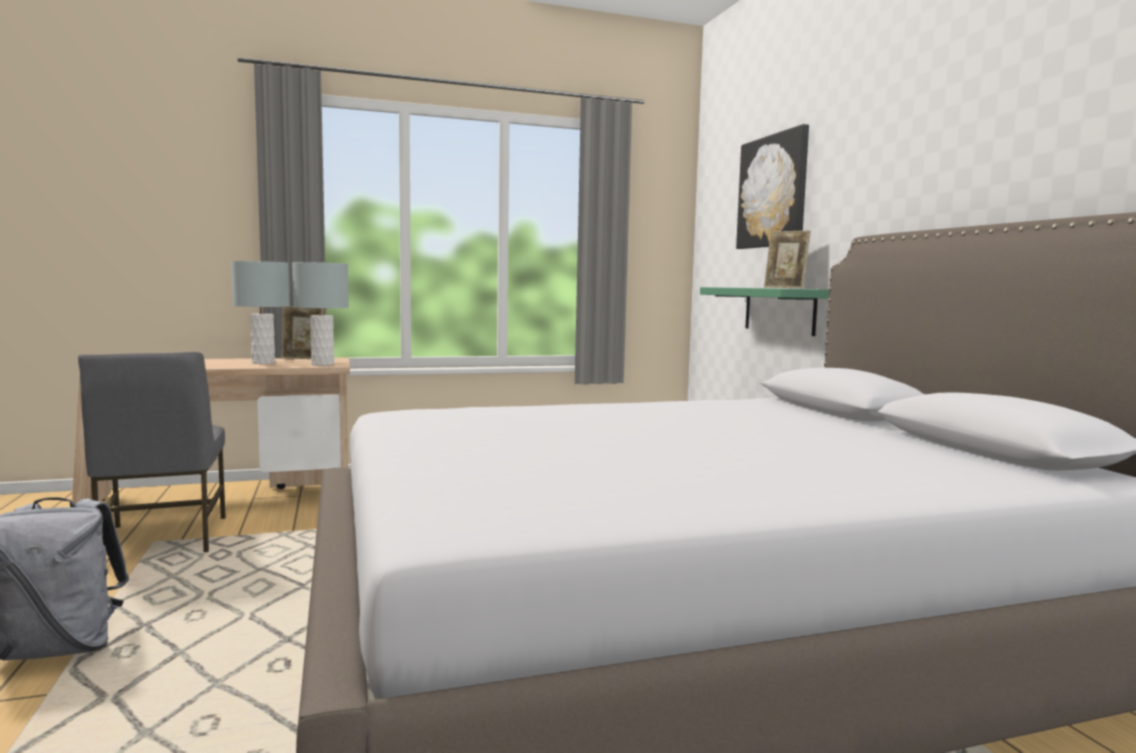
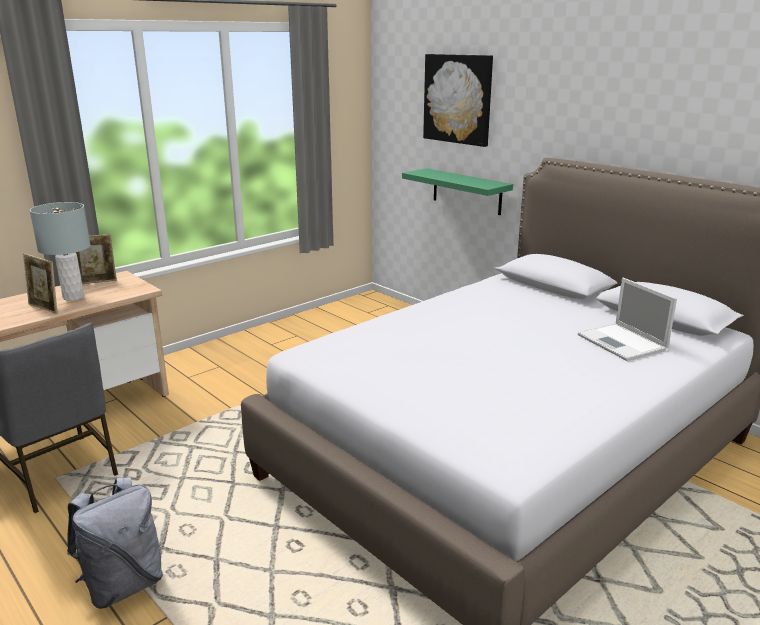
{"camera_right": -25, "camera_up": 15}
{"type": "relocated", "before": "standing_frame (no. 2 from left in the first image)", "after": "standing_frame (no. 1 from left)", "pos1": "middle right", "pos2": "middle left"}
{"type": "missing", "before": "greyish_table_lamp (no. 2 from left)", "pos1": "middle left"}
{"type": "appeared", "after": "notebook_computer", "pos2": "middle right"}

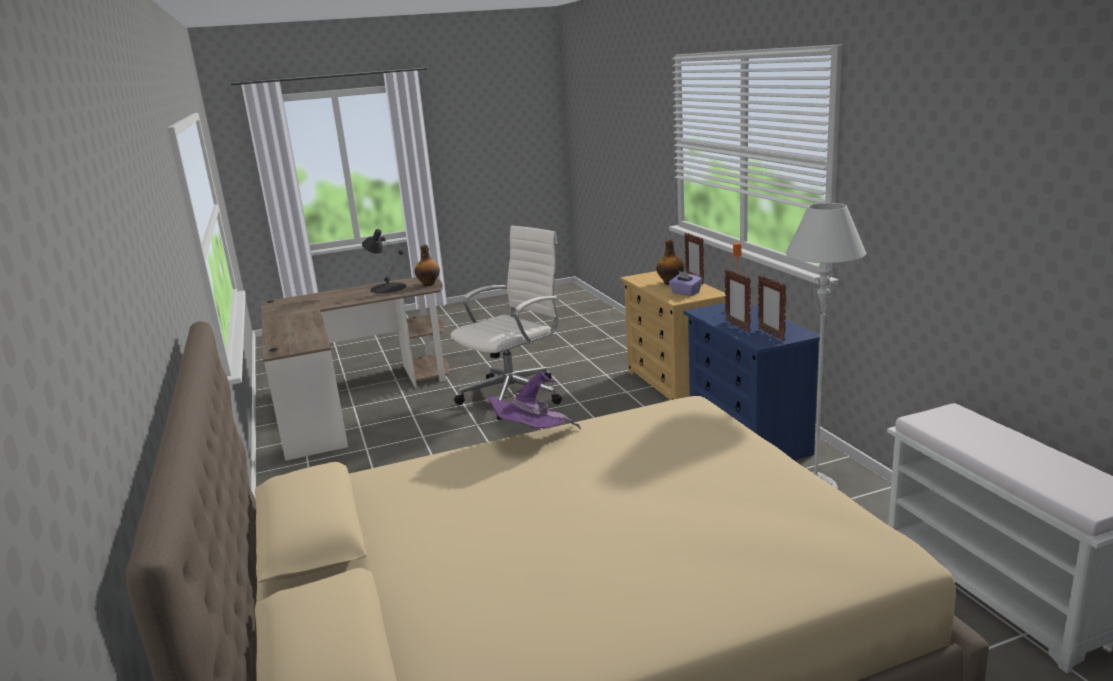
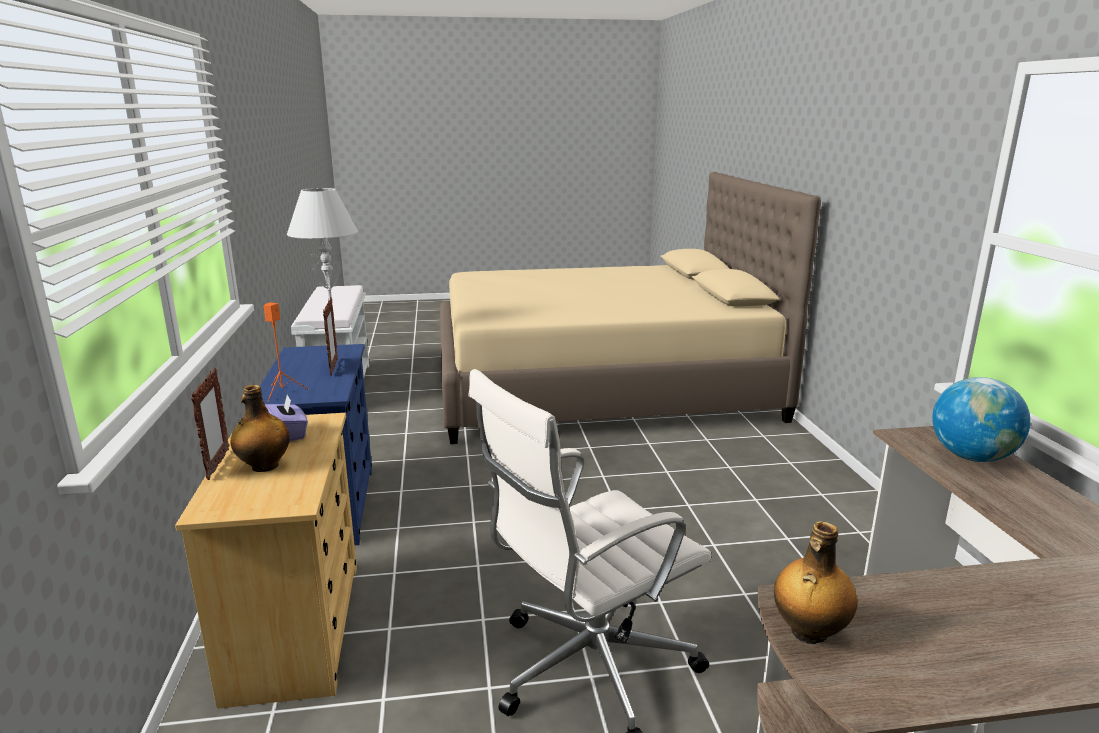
{"camera_right": -170, "camera_up": 0}
{"type": "missing", "before": "blackish_table_lamp", "pos1": "centre"}
{"type": "missing", "before": "standing_frame (no. 3 from left)", "pos1": "middle right"}
{"type": "missing", "before": "purple-coloured_hat", "pos1": "centre"}
{"type": "appeared", "after": "world_globe", "pos2": "middle right"}

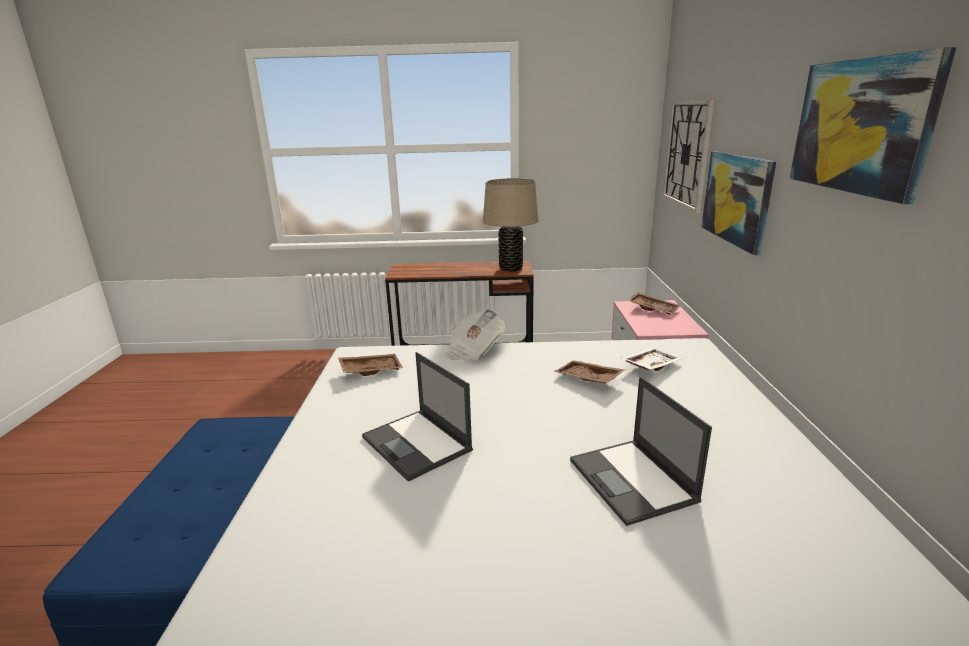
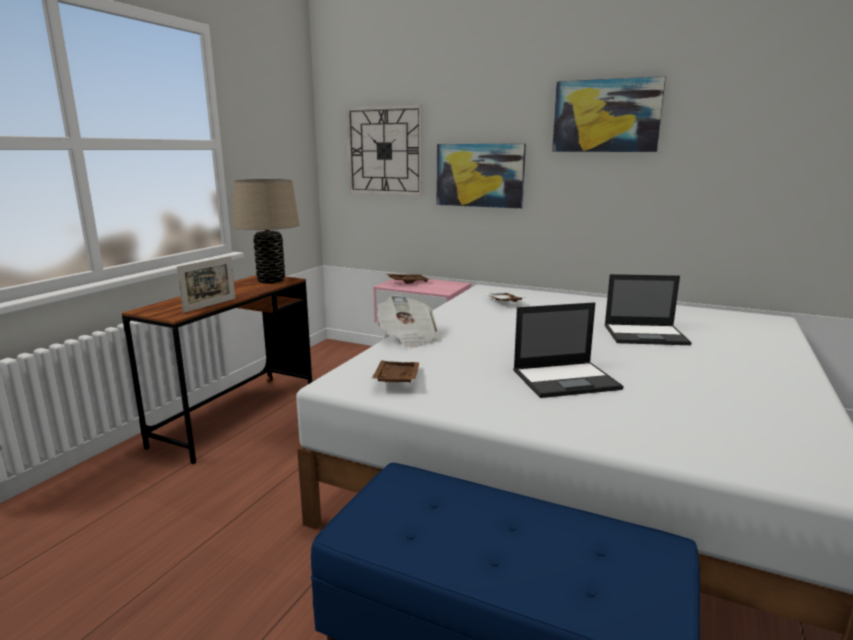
{"camera_right": -65, "camera_up": -5}
{"type": "missing", "before": "brown_carrying_tray (no. 2 from left)", "pos1": "centre"}
{"type": "appeared", "after": "standing_frame", "pos2": "middle left"}

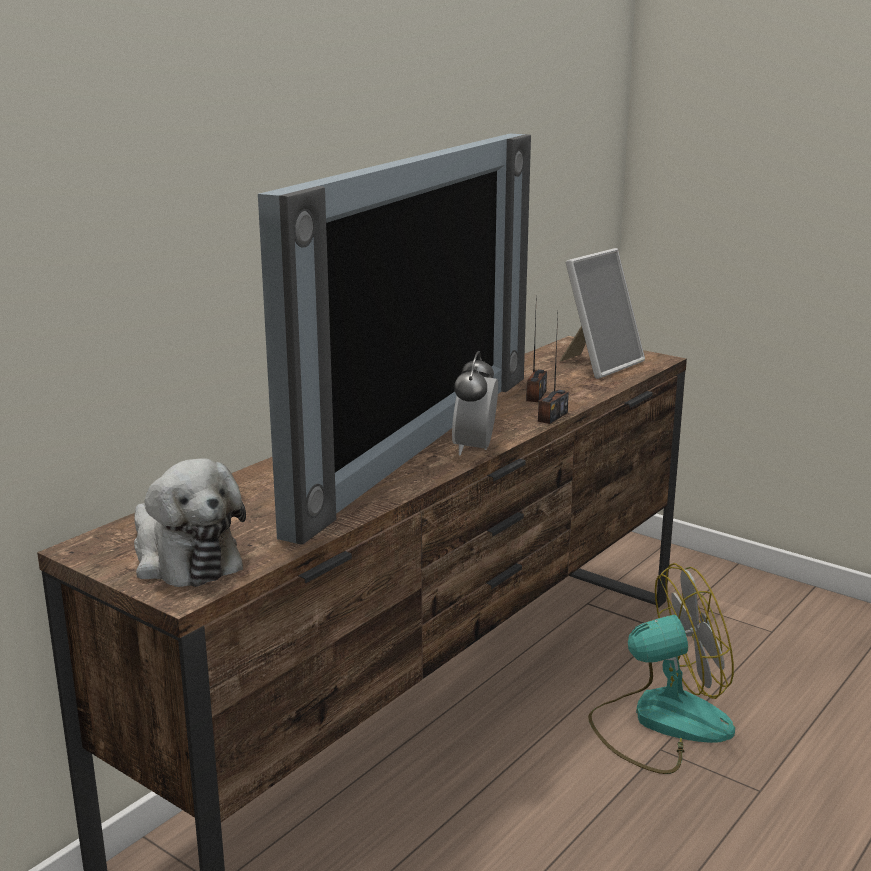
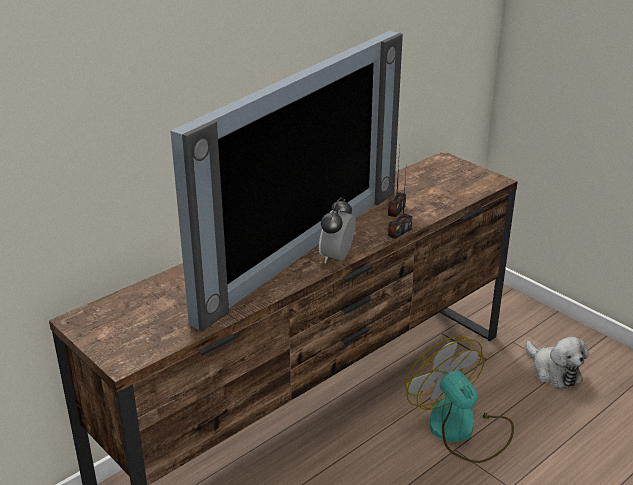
{"camera_right": 10, "camera_up": 10}
{"type": "missing", "before": "standing_frame", "pos1": "middle right"}
{"type": "relocated", "before": "soft_toy", "pos1": "middle left", "pos2": "bottom right"}
{"type": "spun", "before": "cooling_fan", "pos1": "bottom right", "pos2": "bottom right", "turn": -120}

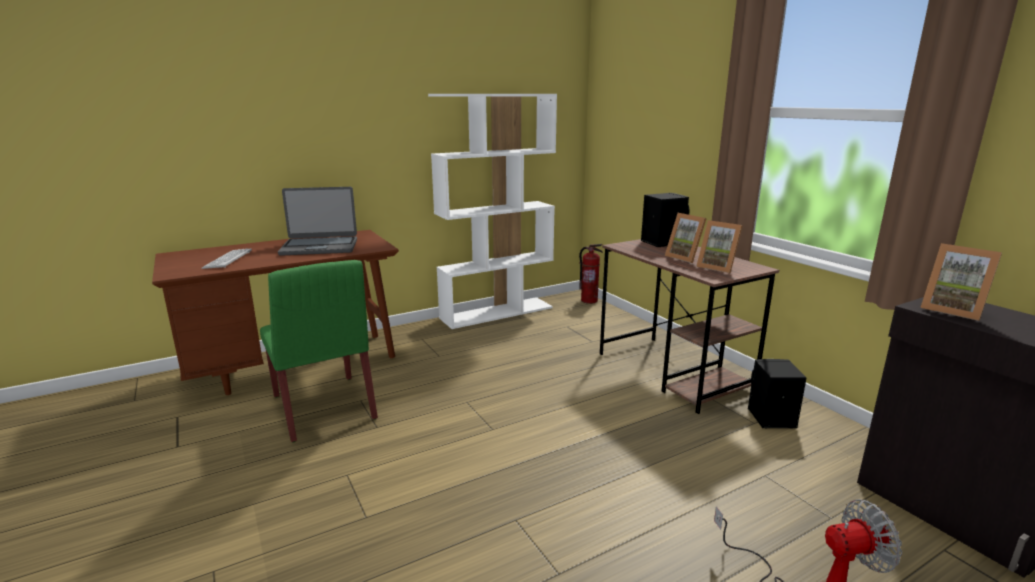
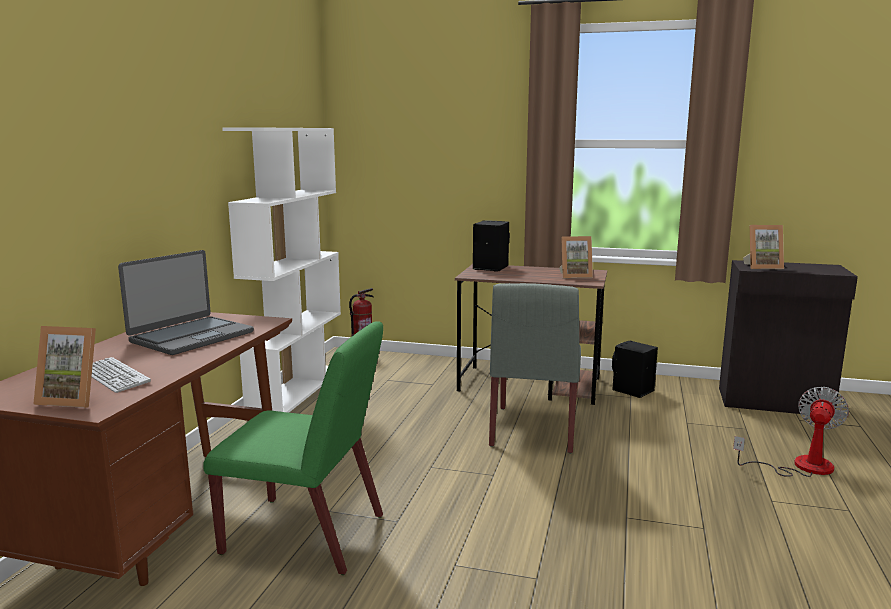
{"camera_right": -45, "camera_up": -5}
{"type": "relocated", "before": "standing_frame (no. 1 from left)", "pos1": "centre", "pos2": "middle left"}
{"type": "appeared", "after": "greyish_upright_chair", "pos2": "centre"}

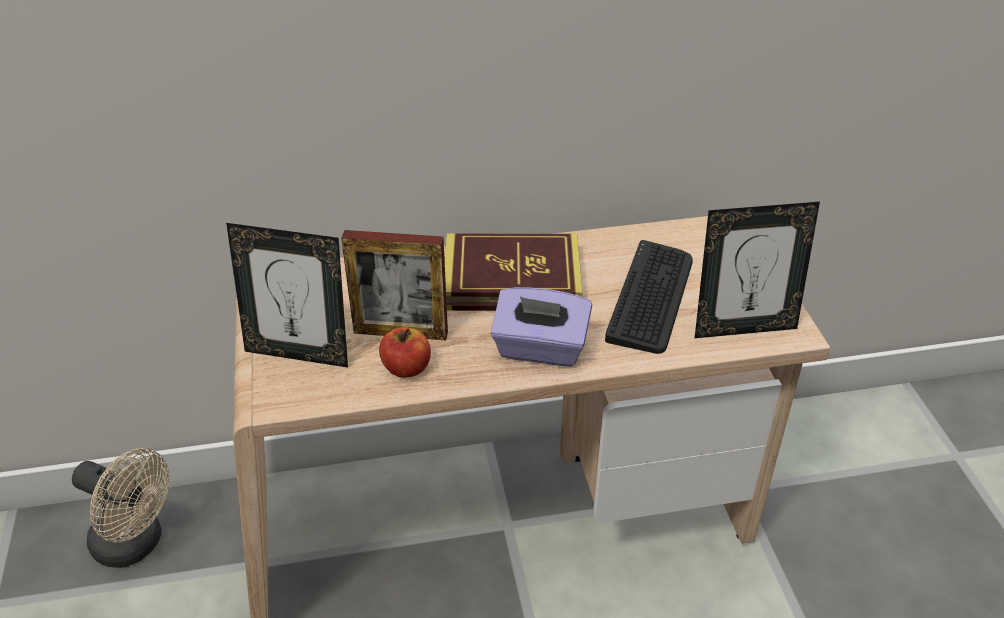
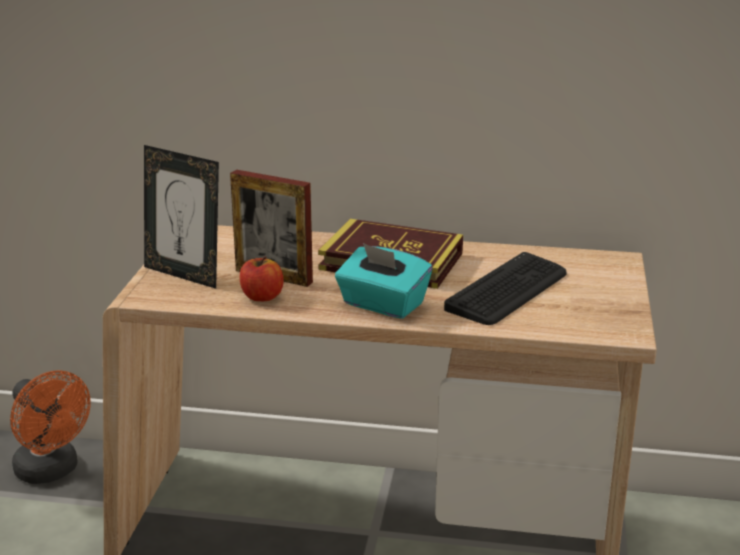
{"camera_right": 20, "camera_up": -15}
{"type": "missing", "before": "standing_frame (no. 3 from left)", "pos1": "middle right"}
{"type": "colour", "before": "purple-coloured_tissue_holder", "after": "turquoise_tissue_holder", "pos1": "centre", "pos2": "centre"}
{"type": "colour", "before": "sand-coloured_cooling_fan", "after": "orange-coloured_cooling_fan", "pos1": "bottom left", "pos2": "bottom left"}

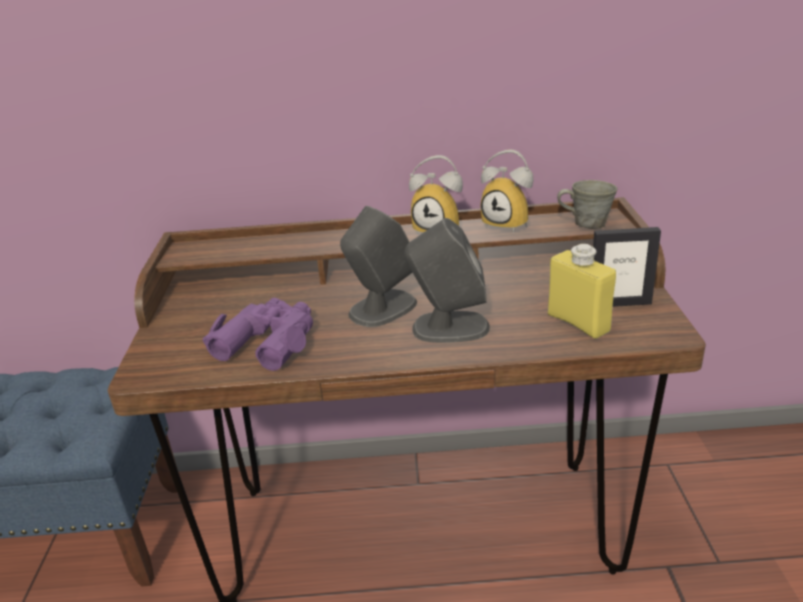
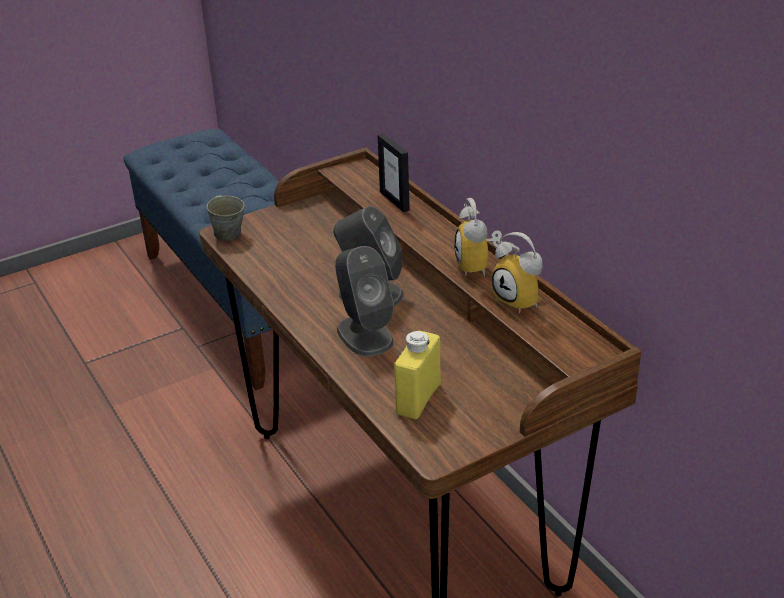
{"camera_right": 60, "camera_up": 5}
{"type": "spun", "before": "bedside_clock (no. 2 from left)", "pos1": "top centre", "pos2": "centre", "turn": -45}
{"type": "relocated", "before": "greyish_mug", "pos1": "middle right", "pos2": "middle left"}
{"type": "relocated", "before": "standing_frame", "pos1": "middle right", "pos2": "top centre"}
{"type": "missing", "before": "purple-coloured_field_glasses", "pos1": "middle left"}

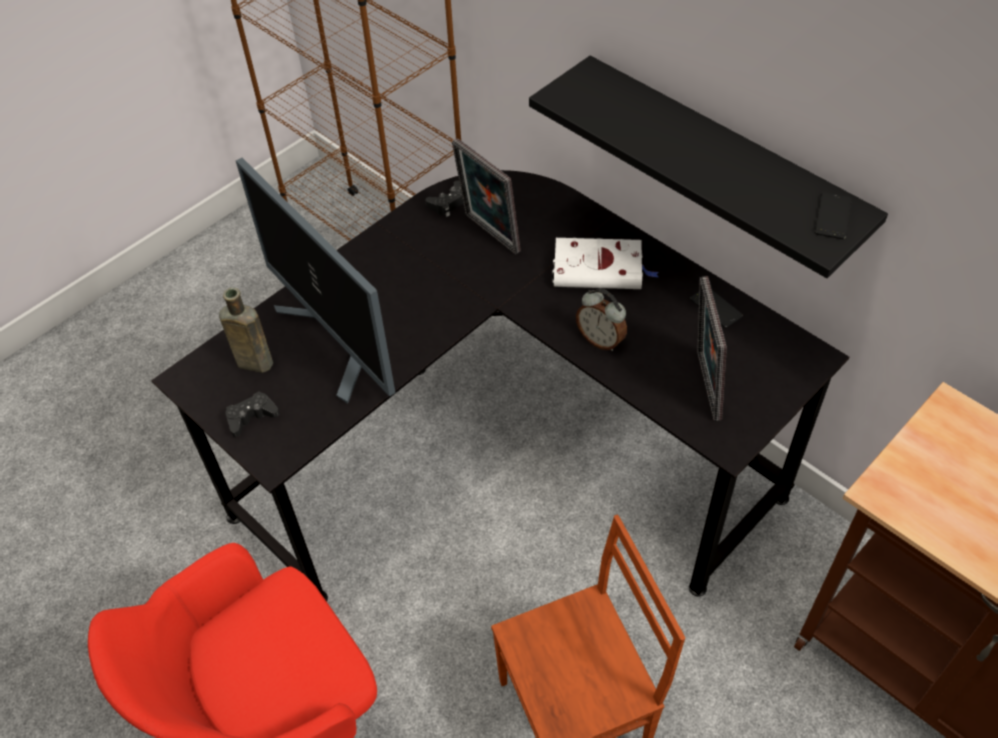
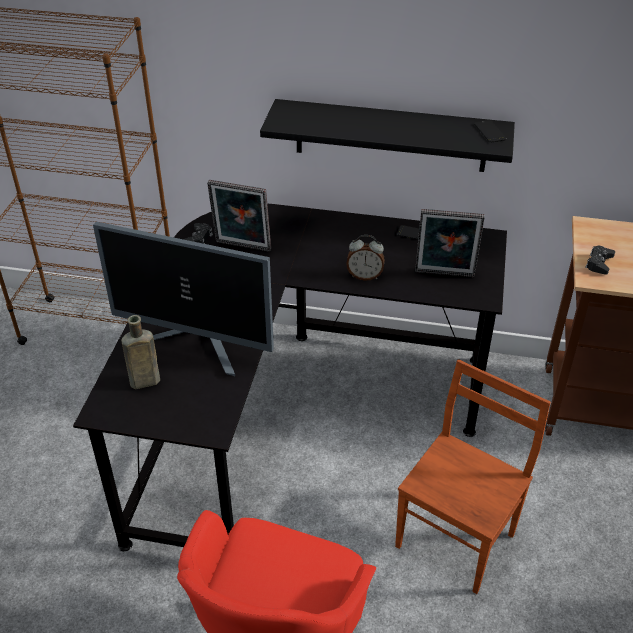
{"camera_right": -35, "camera_up": -10}
{"type": "missing", "before": "white_volume", "pos1": "centre"}
{"type": "spun", "before": "standing_frame (no. 2 from left)", "pos1": "middle right", "pos2": "middle right", "turn": -45}
{"type": "relocated", "before": "blackish_joypad (no. 1 from left in the first image)", "after": "blackish_joypad (no. 2 from left)", "pos1": "middle left", "pos2": "middle right"}

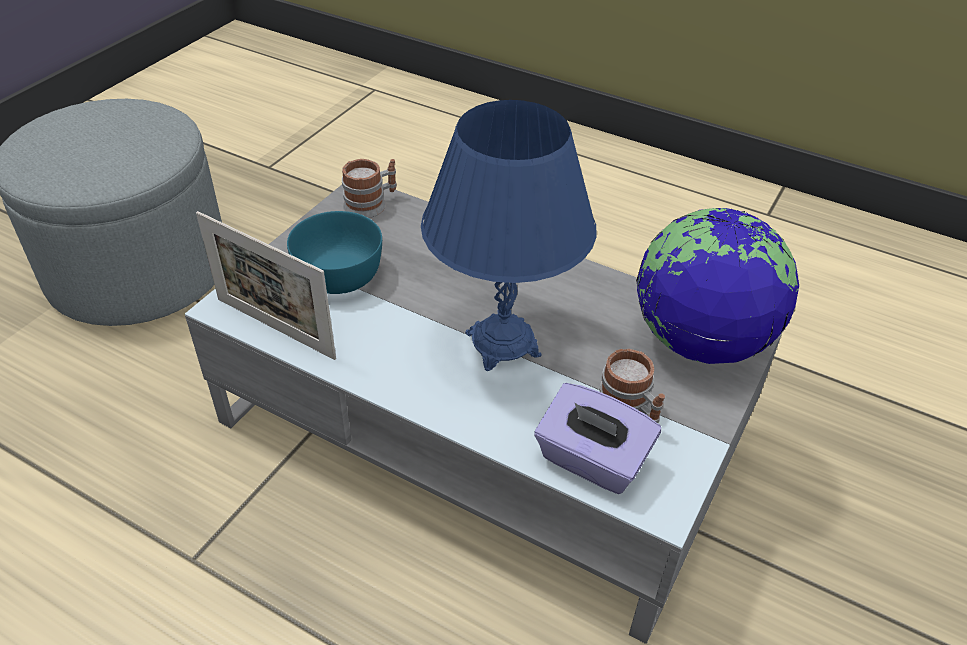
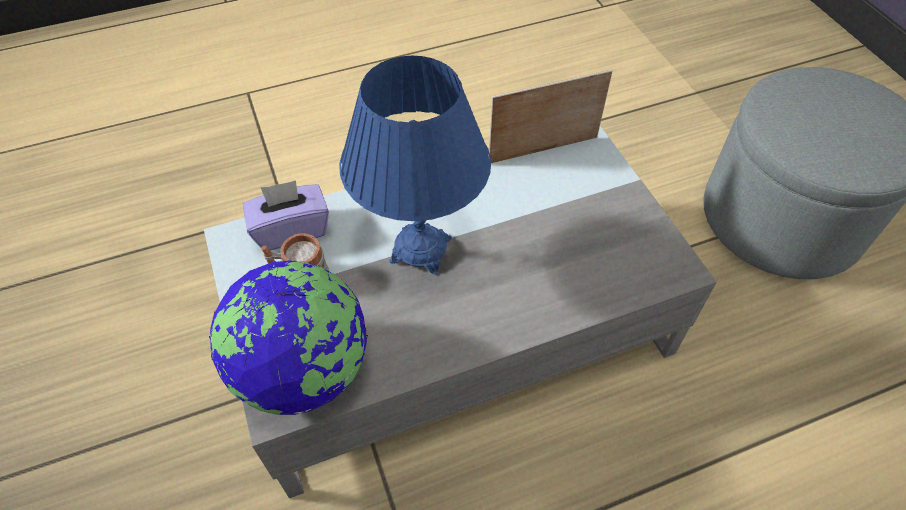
{"camera_right": 130, "camera_up": 10}
{"type": "missing", "before": "mug (no. 1 from left)", "pos1": "top centre"}
{"type": "missing", "before": "turquoise_bowl", "pos1": "centre"}

